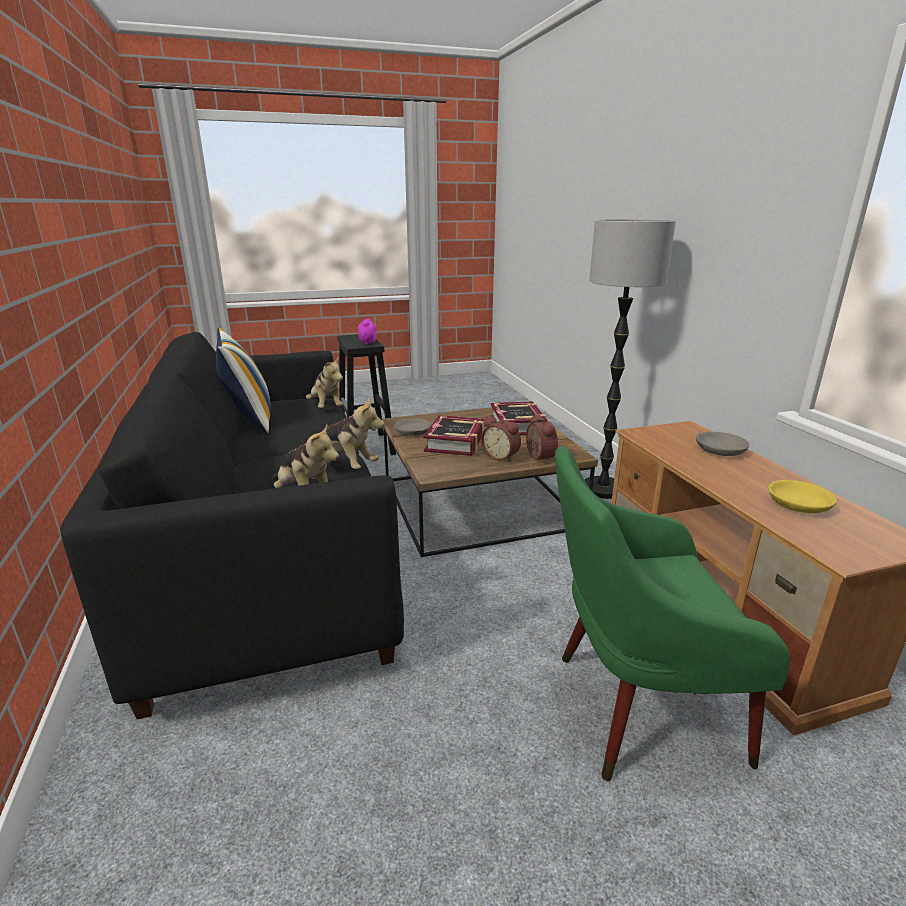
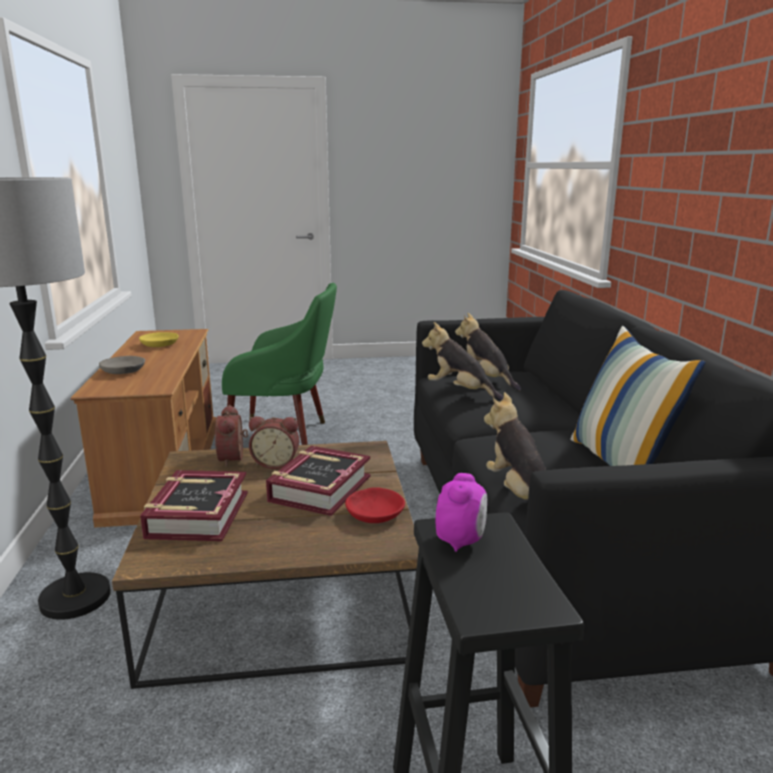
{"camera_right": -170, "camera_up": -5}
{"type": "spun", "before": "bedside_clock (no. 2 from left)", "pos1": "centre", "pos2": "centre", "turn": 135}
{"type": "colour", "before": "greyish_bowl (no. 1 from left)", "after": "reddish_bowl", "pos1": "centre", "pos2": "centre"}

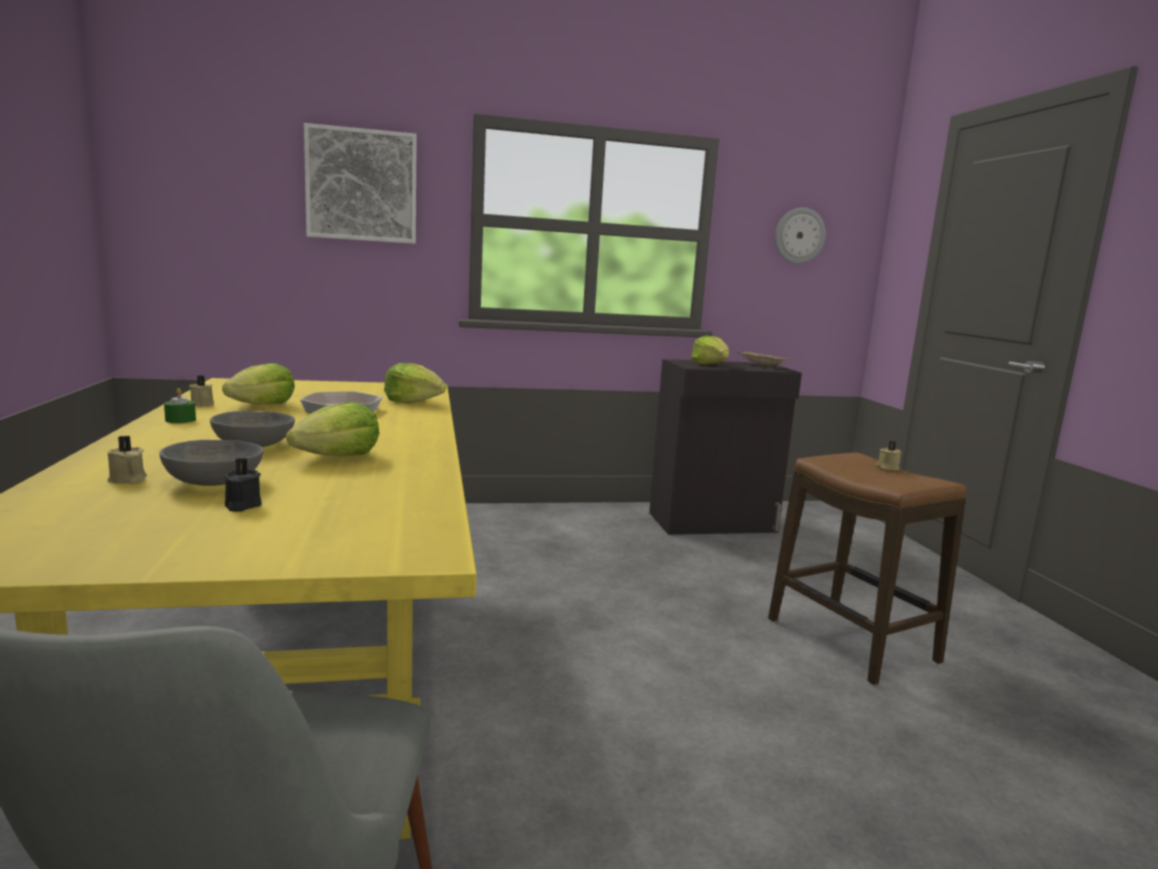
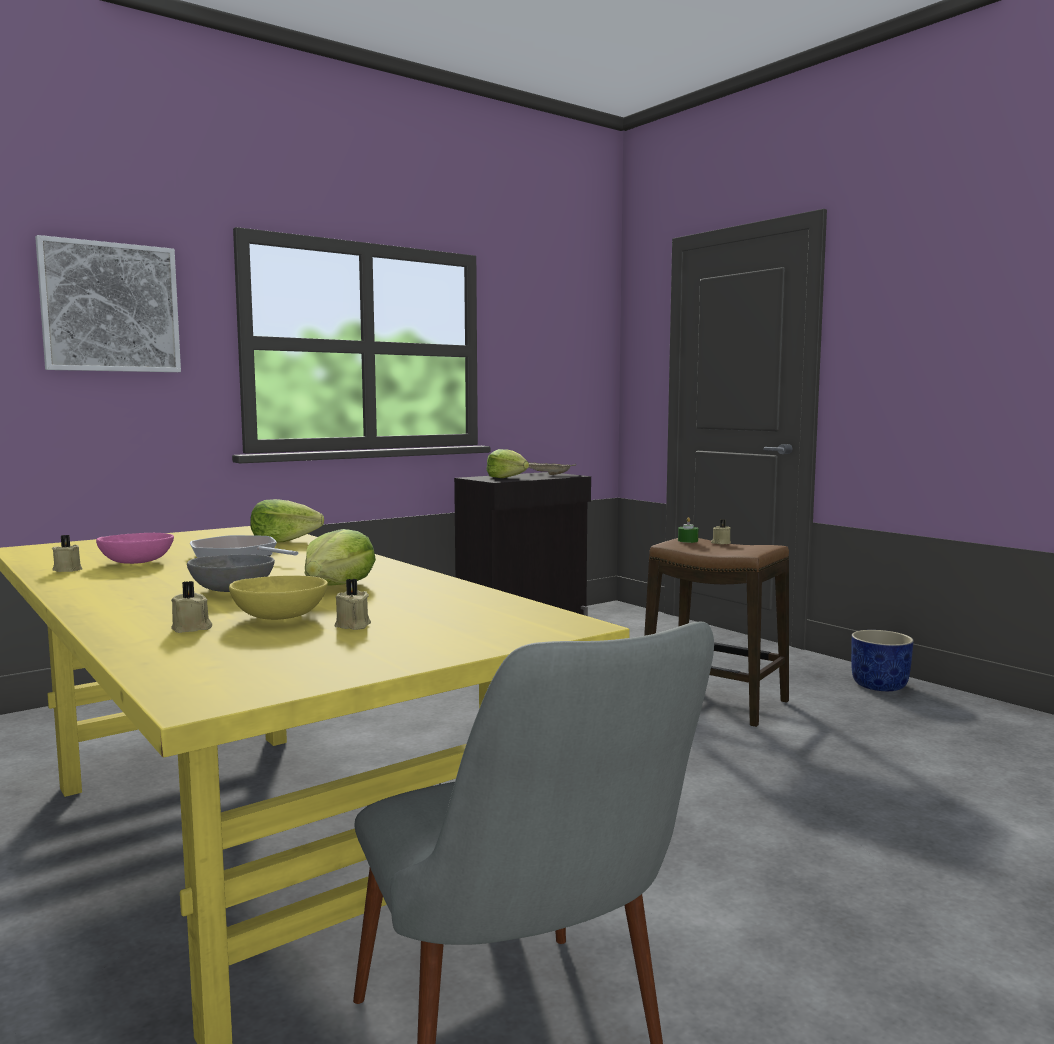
{"camera_right": -25, "camera_up": -5}
{"type": "missing", "before": "clock_on_the_wall", "pos1": "top right"}
{"type": "exchanged", "before": "lettuce_head (no. 1 from left)", "after": "pink-coloured_bowl", "pos1": "middle left", "pos2": "middle left"}
{"type": "relocated", "before": "green-coloured_candle", "pos1": "middle left", "pos2": "centre"}
{"type": "colour", "before": "greyish_bowl (no. 1 from left)", "after": "yellow_bowl", "pos1": "middle left", "pos2": "middle left"}
{"type": "colour", "before": "blackish_candle", "after": "sand-coloured_candle (no. 3 from left)", "pos1": "middle left", "pos2": "centre"}
{"type": "appeared", "after": "bluish_planter", "pos2": "middle right"}

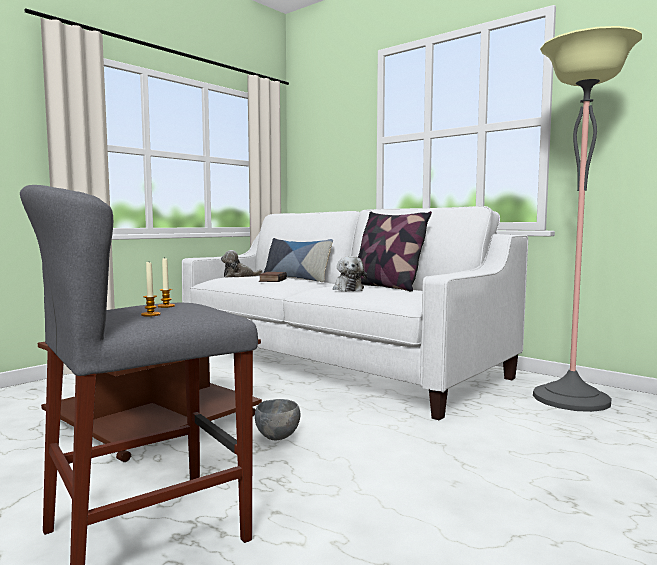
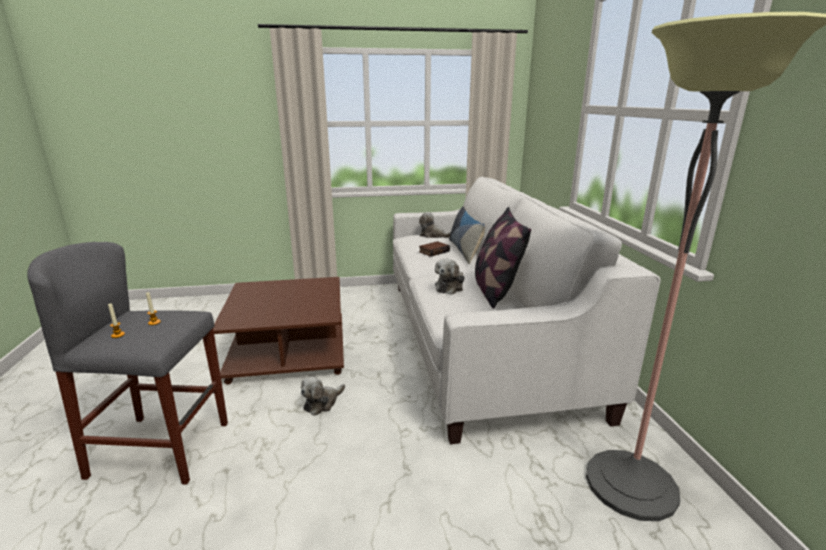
{"camera_right": 40, "camera_up": 15}
{"type": "exchanged", "before": "greyish_bowl", "after": "soft_toy (no. 1 from left)", "pos1": "bottom centre", "pos2": "bottom centre"}

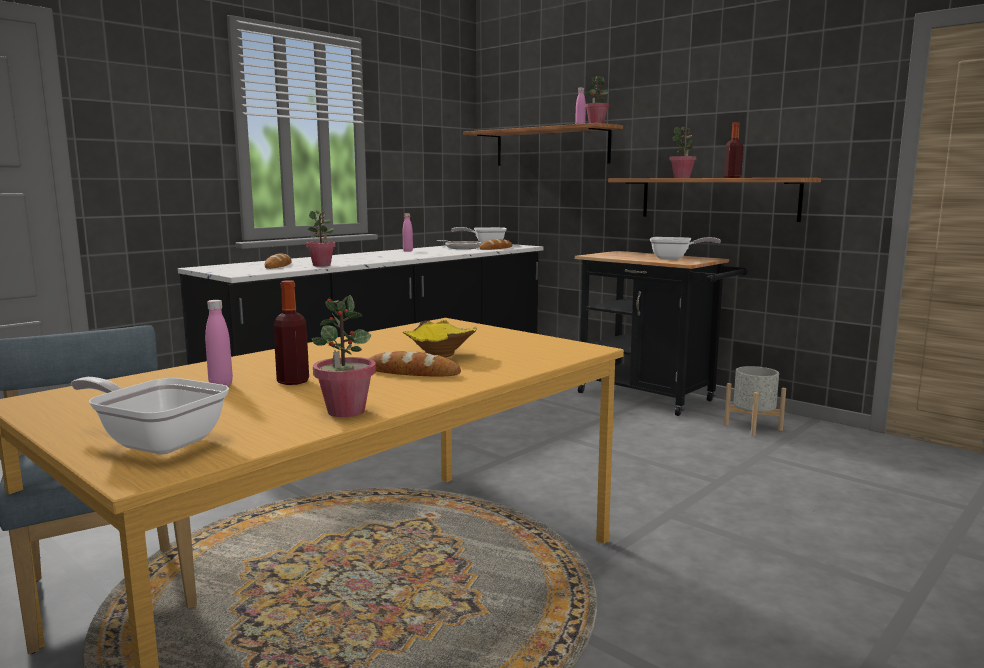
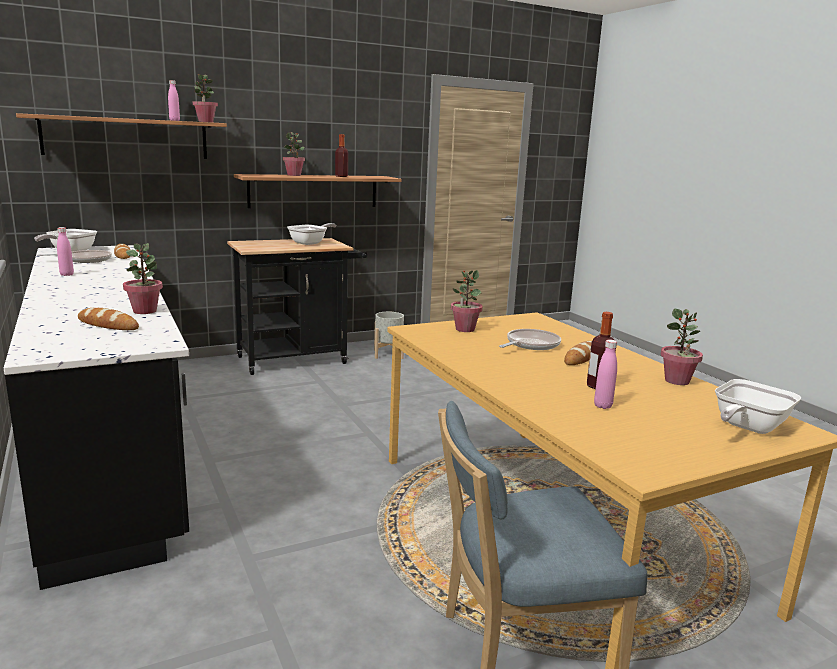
{"camera_right": -70, "camera_up": 5}
{"type": "exchanged", "before": "yellow_bowl", "after": "frying_pan (no. 4 from left)", "pos1": "centre", "pos2": "centre"}
{"type": "appeared", "after": "houseplant (no. 4 from left)", "pos2": "centre"}

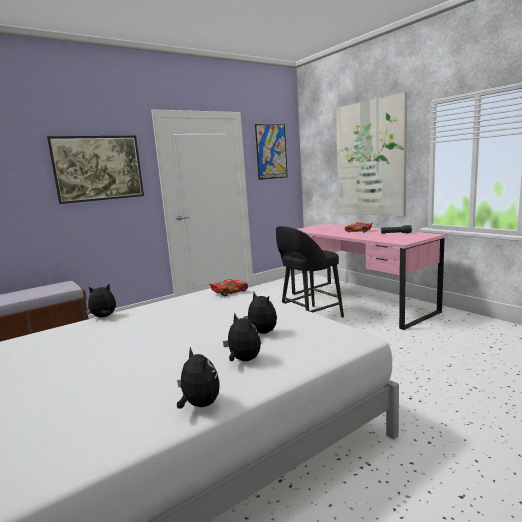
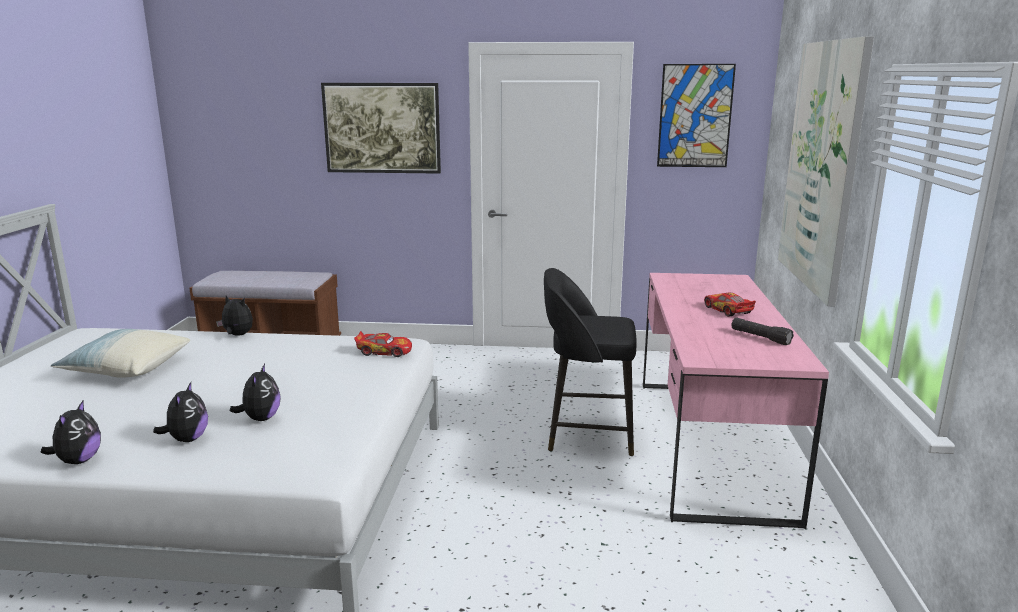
{"camera_right": 40, "camera_up": 5}
{"type": "appeared", "after": "cushion", "pos2": "middle left"}

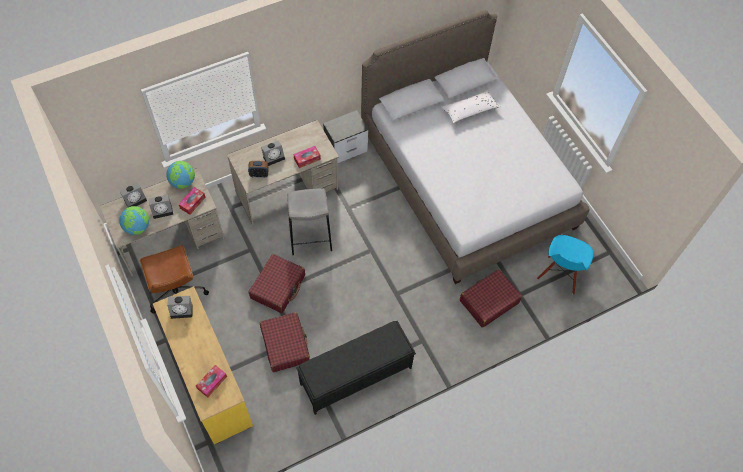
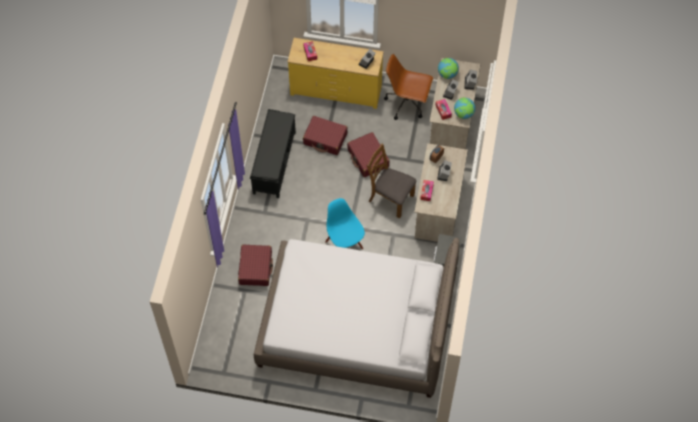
{"camera_right": 130, "camera_up": 0}
{"type": "missing", "before": "white_cushion", "pos1": "top centre"}
{"type": "exchanged", "before": "greyish_stool_seat", "after": "brown_upright_chair", "pos1": "centre", "pos2": "centre"}
{"type": "relocated", "before": "bluish_upright_chair", "pos1": "middle right", "pos2": "centre"}

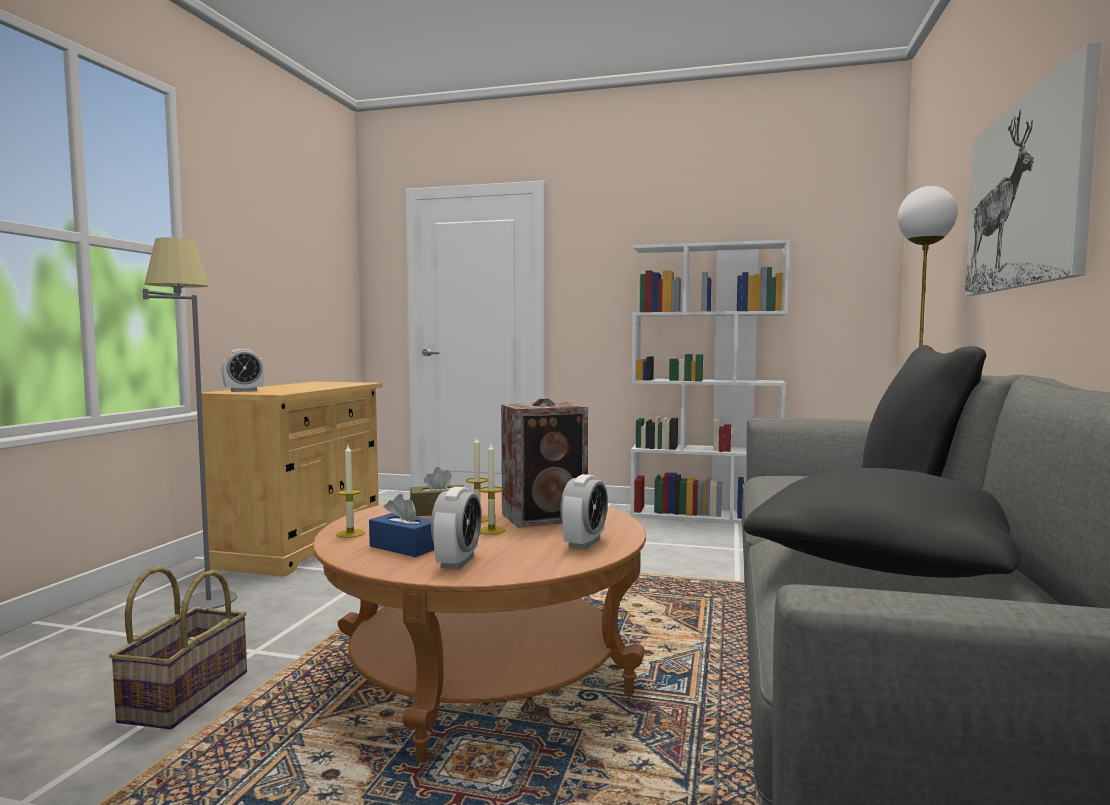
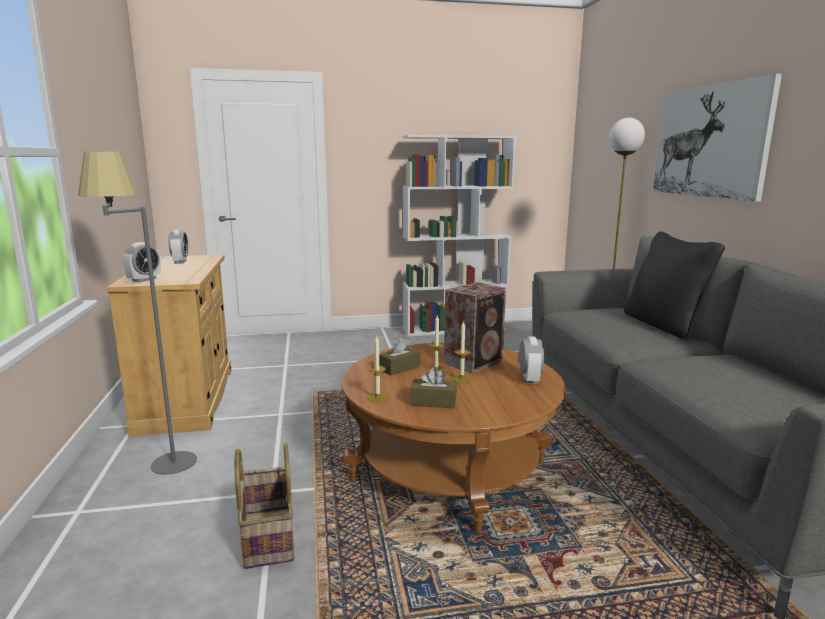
{"camera_right": -25, "camera_up": 10}
{"type": "missing", "before": "blackish_cushion (no. 1 from left)", "pos1": "middle right"}
{"type": "relocated", "before": "bedside_clock (no. 2 from left)", "pos1": "centre", "pos2": "middle left"}
{"type": "colour", "before": "bluish_tissue_holder", "after": "brown_tissue_holder (no. 2 from left)", "pos1": "centre", "pos2": "centre"}

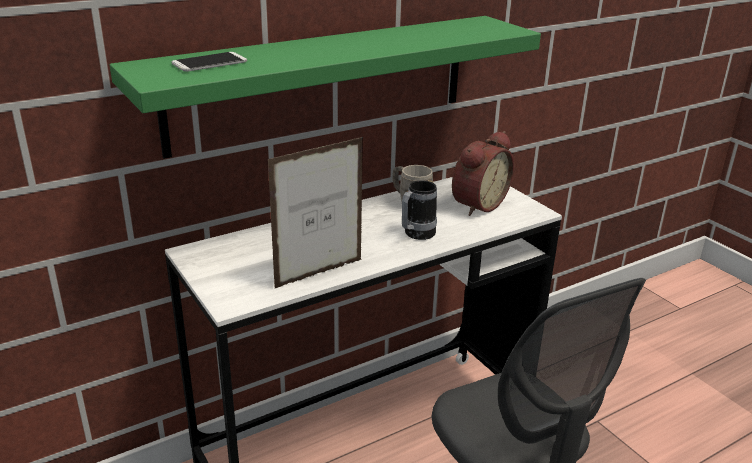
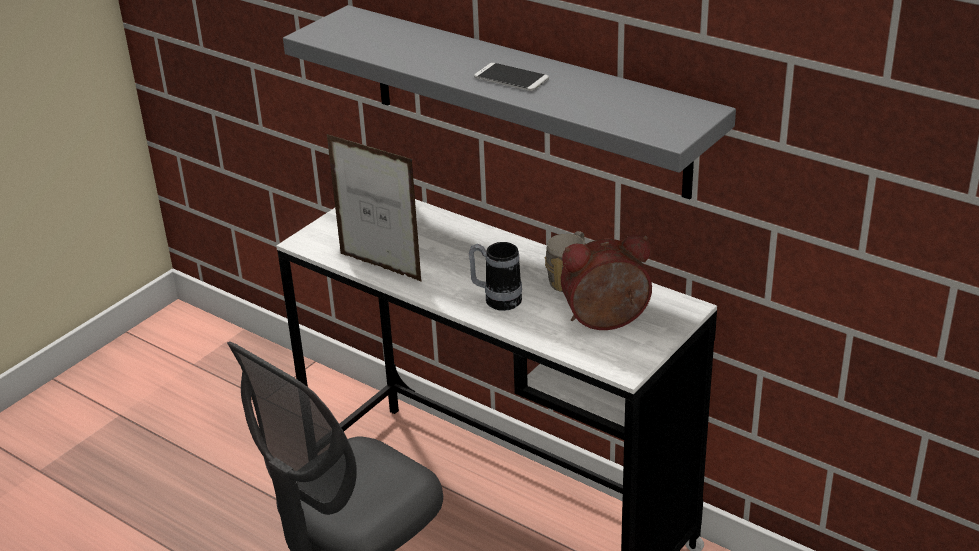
{"camera_right": 70, "camera_up": 5}
{"type": "colour", "before": "green-coloured_bracket_shelf", "after": "greyish_bracket_shelf", "pos1": "top centre", "pos2": "top centre"}
{"type": "relocated", "before": "telephone", "pos1": "top left", "pos2": "top centre"}
{"type": "spun", "before": "bedside_clock", "pos1": "centre", "pos2": "centre", "turn": 150}

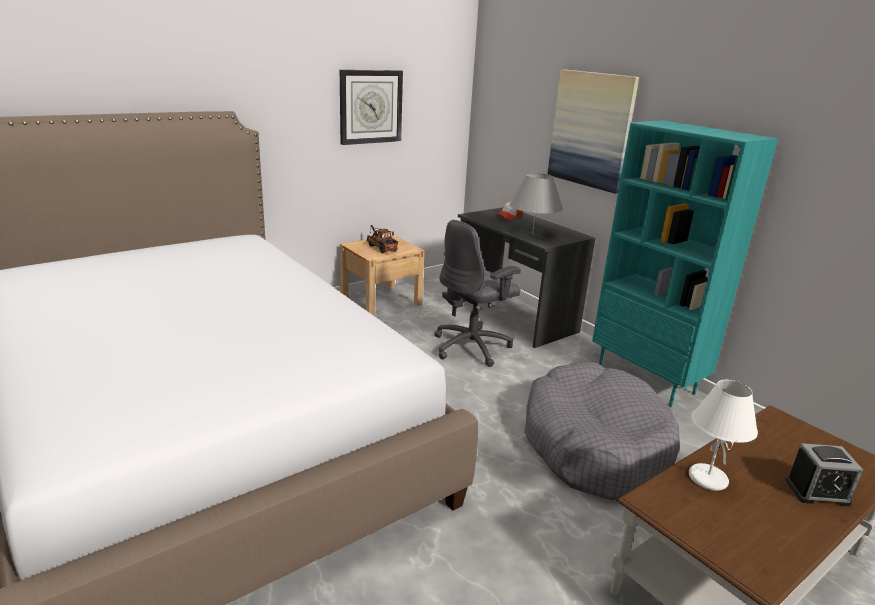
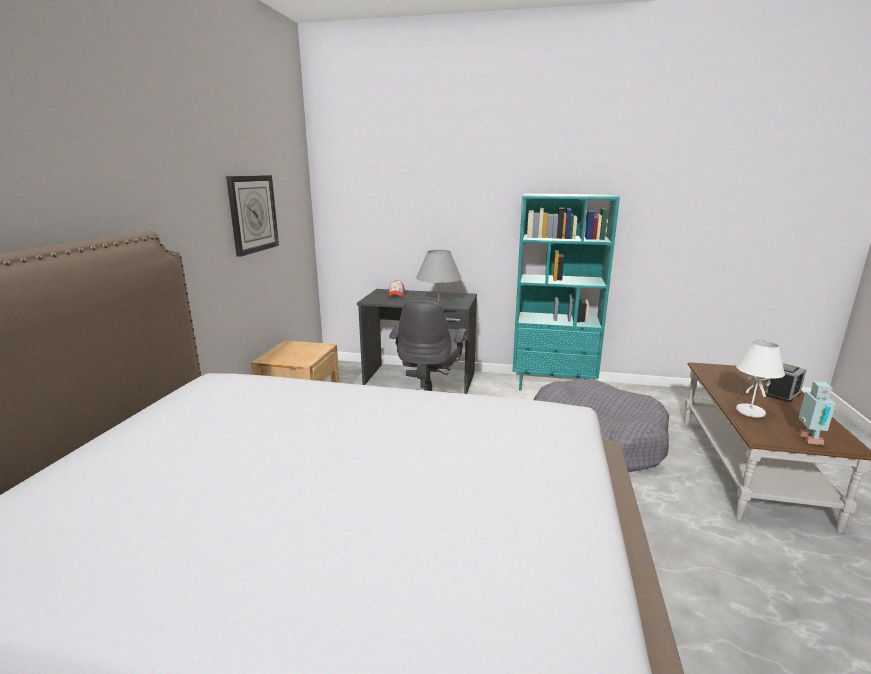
{"camera_right": -40, "camera_up": -5}
{"type": "missing", "before": "picture", "pos1": "top right"}
{"type": "missing", "before": "model_truck", "pos1": "centre"}
{"type": "appeared", "after": "model_robot", "pos2": "middle right"}

